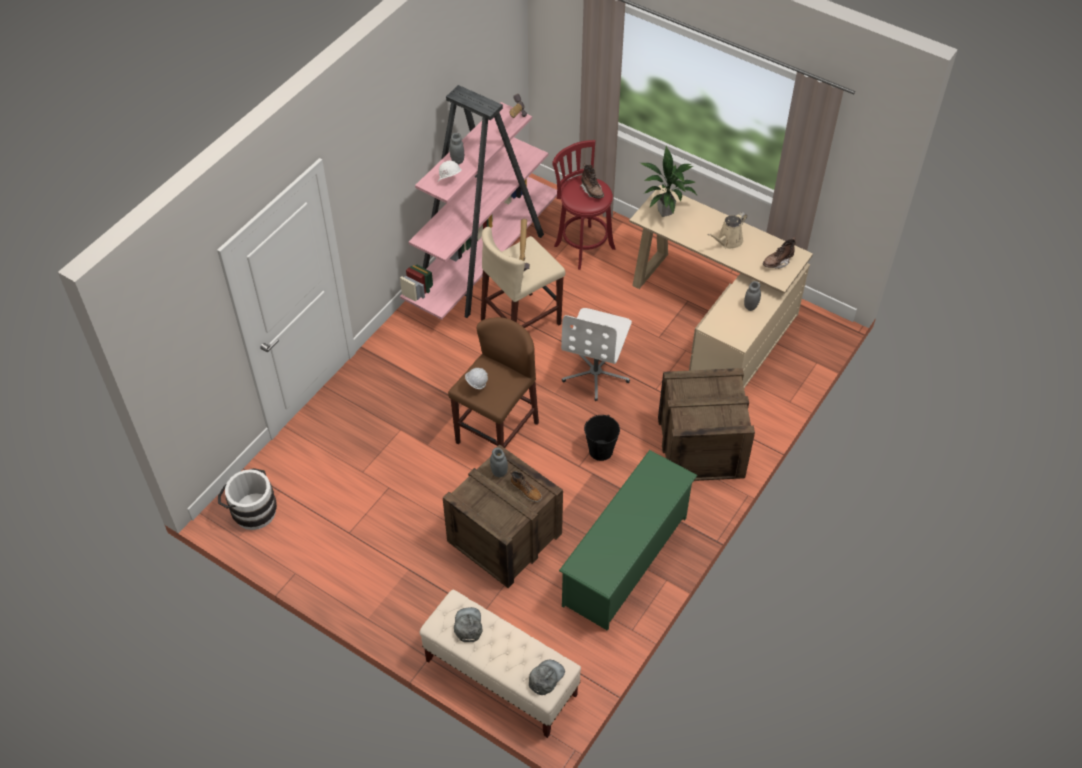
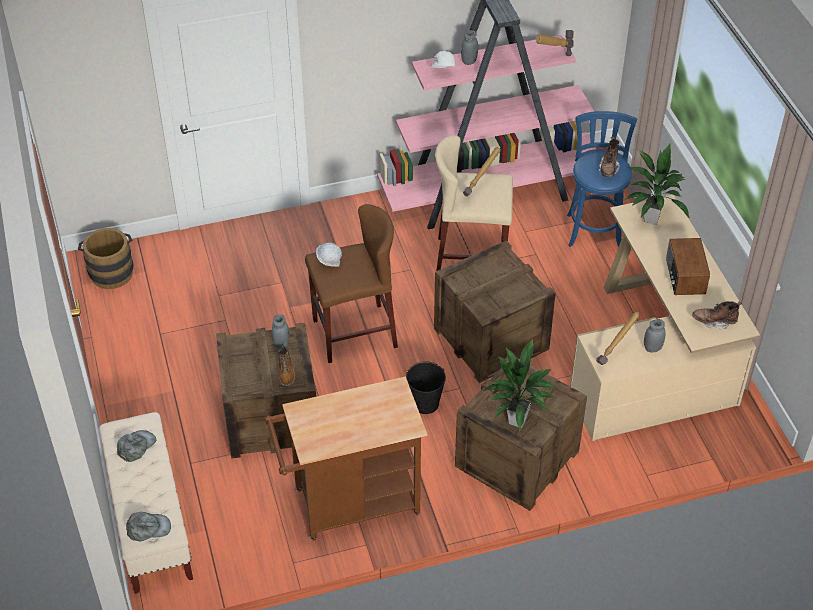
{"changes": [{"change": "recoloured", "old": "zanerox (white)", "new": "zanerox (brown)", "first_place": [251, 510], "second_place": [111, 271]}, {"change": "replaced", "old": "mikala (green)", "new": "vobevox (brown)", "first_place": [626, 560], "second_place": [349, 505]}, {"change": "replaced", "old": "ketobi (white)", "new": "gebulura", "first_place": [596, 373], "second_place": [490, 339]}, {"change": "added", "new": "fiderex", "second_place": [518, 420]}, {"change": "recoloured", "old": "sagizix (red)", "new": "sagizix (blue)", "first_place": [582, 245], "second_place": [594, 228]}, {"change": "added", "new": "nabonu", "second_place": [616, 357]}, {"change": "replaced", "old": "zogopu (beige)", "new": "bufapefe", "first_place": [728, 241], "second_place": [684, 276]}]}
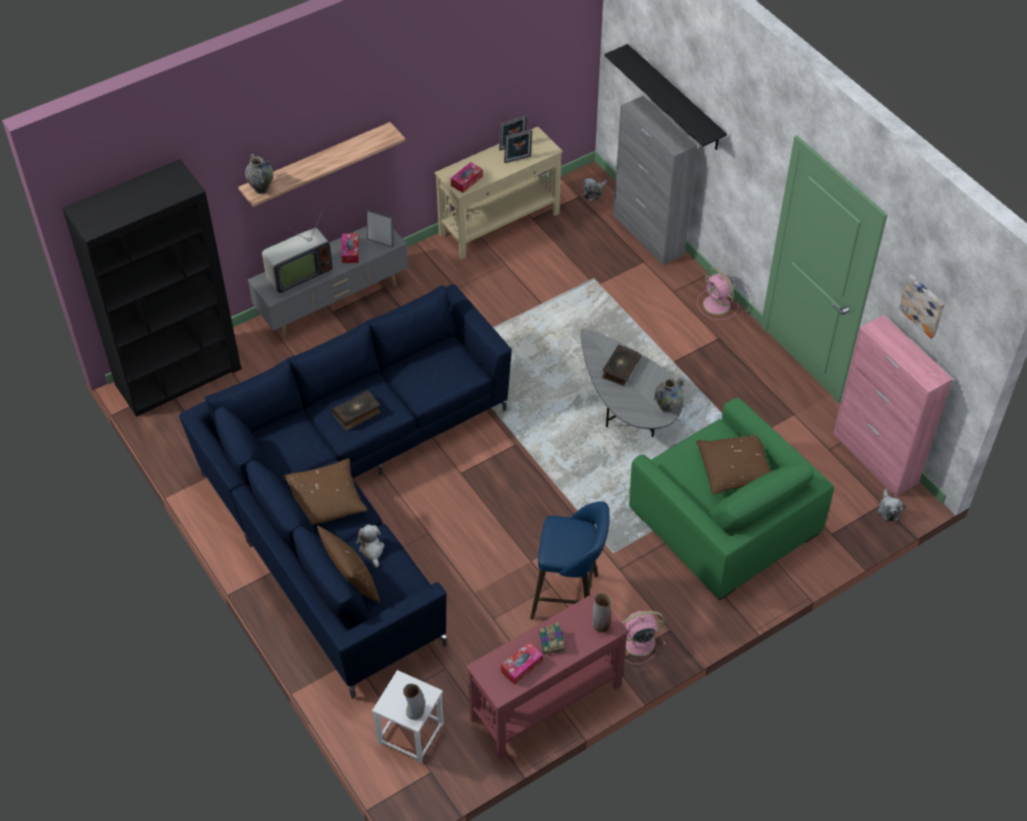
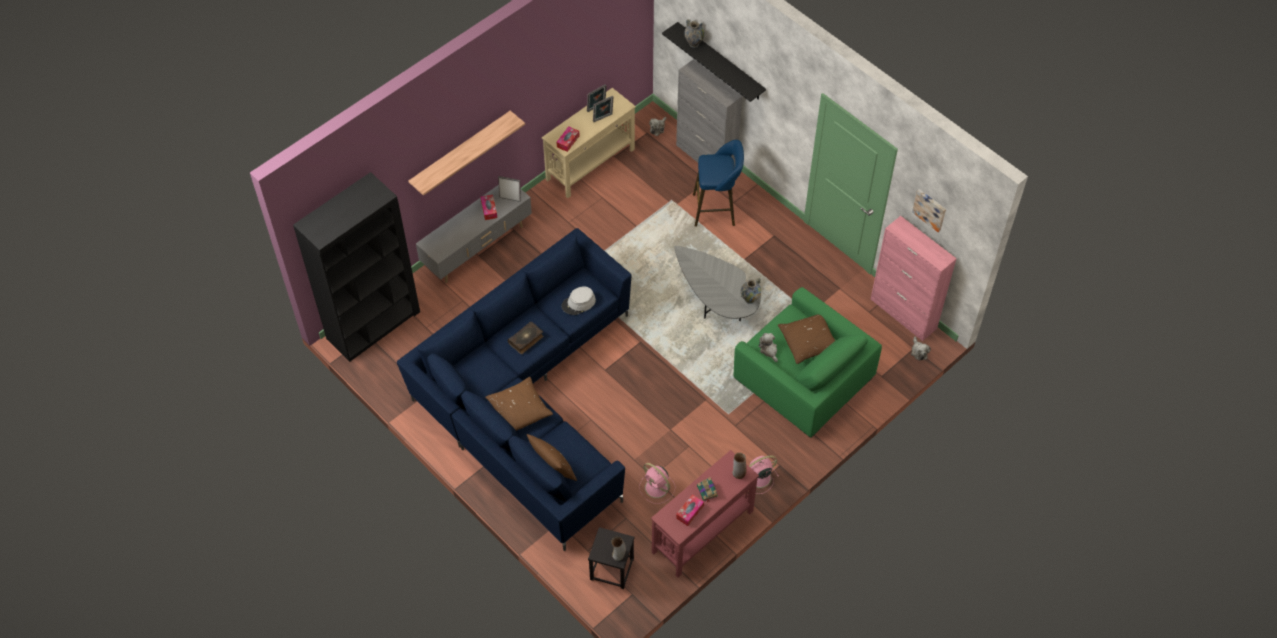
{"changes": [{"change": "added", "new": "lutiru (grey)", "second_place": [578, 303]}, {"change": "recoloured", "old": "sagizix (white)", "new": "sagizix (black)", "first_place": [410, 734], "second_place": [611, 569]}, {"change": "moved", "old": "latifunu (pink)", "first_place": [717, 305], "second_place": [657, 488]}, {"change": "moved", "old": "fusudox", "first_place": [261, 189], "second_place": [694, 44]}, {"change": "moved", "old": "sagizix (blue)", "first_place": [569, 597], "second_place": [717, 209]}, {"change": "moved", "old": "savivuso", "first_place": [372, 550], "second_place": [769, 350]}, {"change": "removed", "old": "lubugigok", "first_place": [297, 274]}, {"change": "removed", "old": "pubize", "first_place": [620, 369]}]}
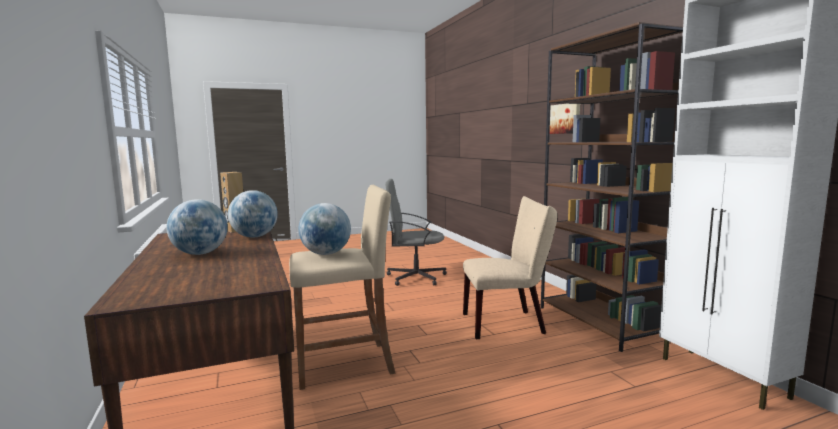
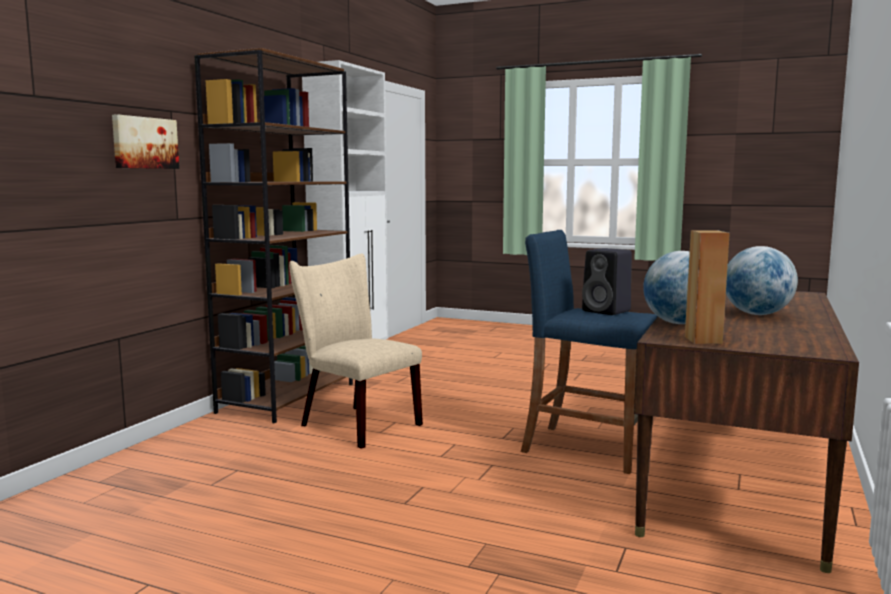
{"changes": [{"change": "recoloured", "old": "sagizix (beige)", "new": "sagizix (blue)", "first_place": [344, 365], "second_place": [587, 449]}, {"change": "replaced", "old": "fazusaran", "new": "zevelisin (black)", "first_place": [326, 254], "second_place": [607, 311]}, {"change": "removed", "old": "ketobi (grey)", "first_place": [415, 277]}]}
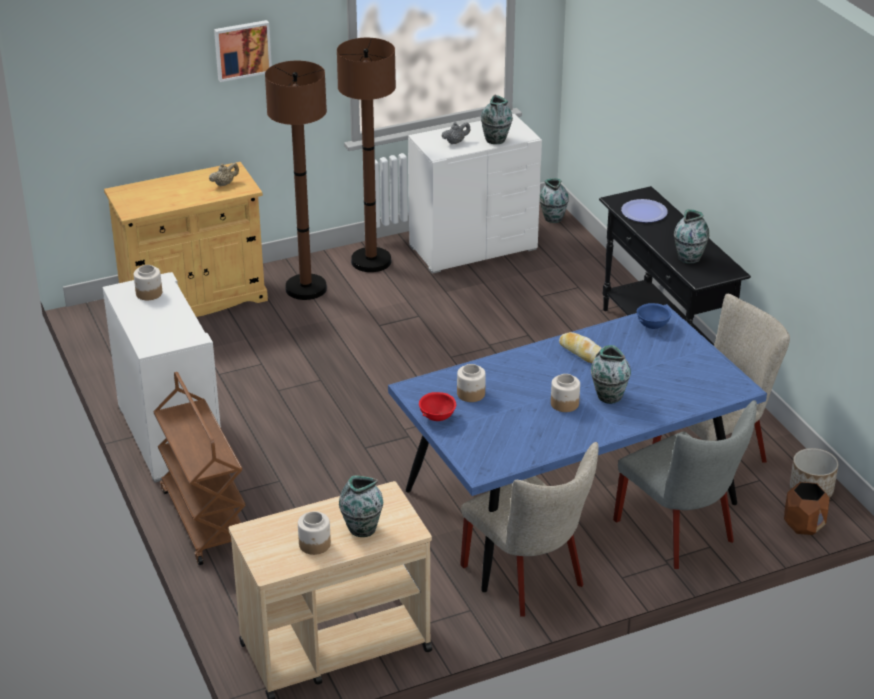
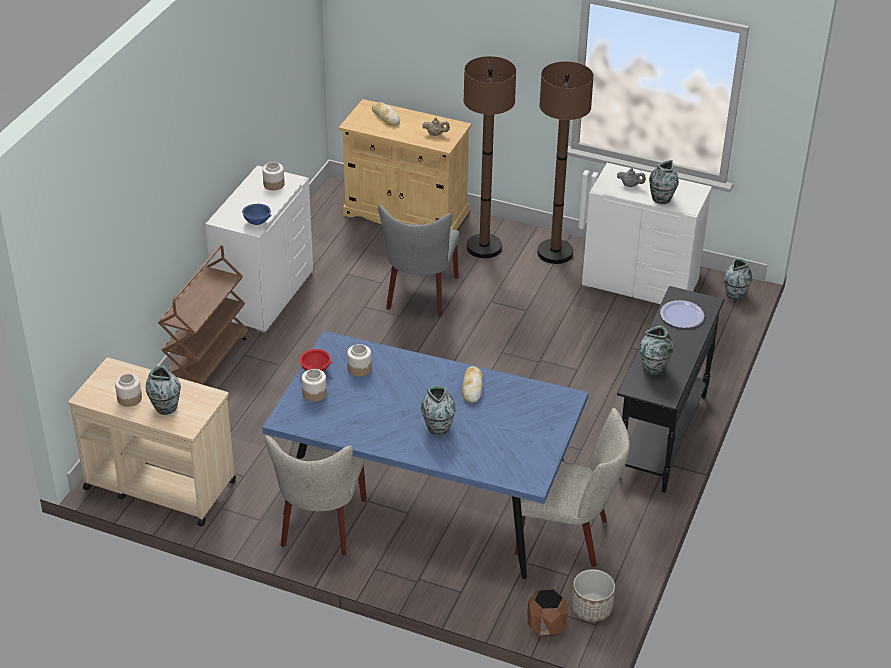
{"changes": [{"change": "moved", "old": "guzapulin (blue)", "first_place": [652, 326], "second_place": [257, 222]}, {"change": "moved", "old": "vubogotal", "first_place": [564, 404], "second_place": [314, 393]}, {"change": "added", "new": "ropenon", "second_place": [385, 117]}, {"change": "moved", "old": "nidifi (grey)", "first_place": [680, 533], "second_place": [420, 296]}, {"change": "removed", "old": "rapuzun", "first_place": [242, 49]}]}
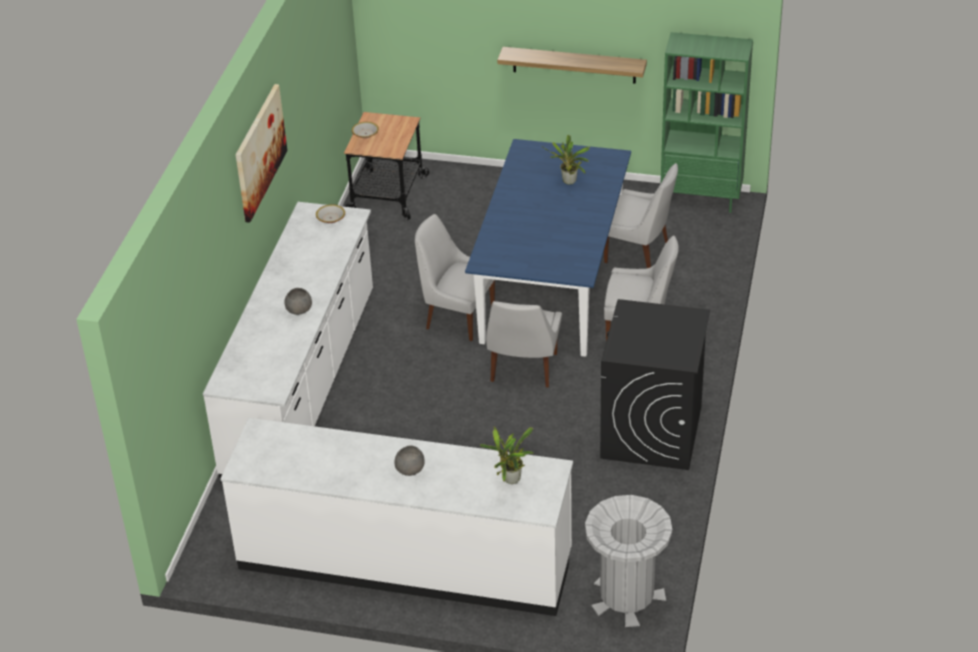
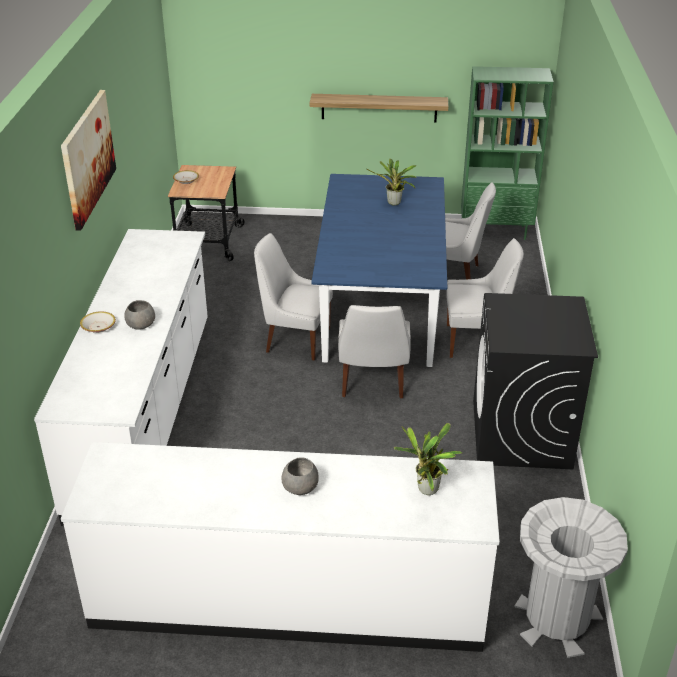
{"changes": [{"change": "moved", "old": "guzapulin", "first_place": [330, 218], "second_place": [98, 327]}]}
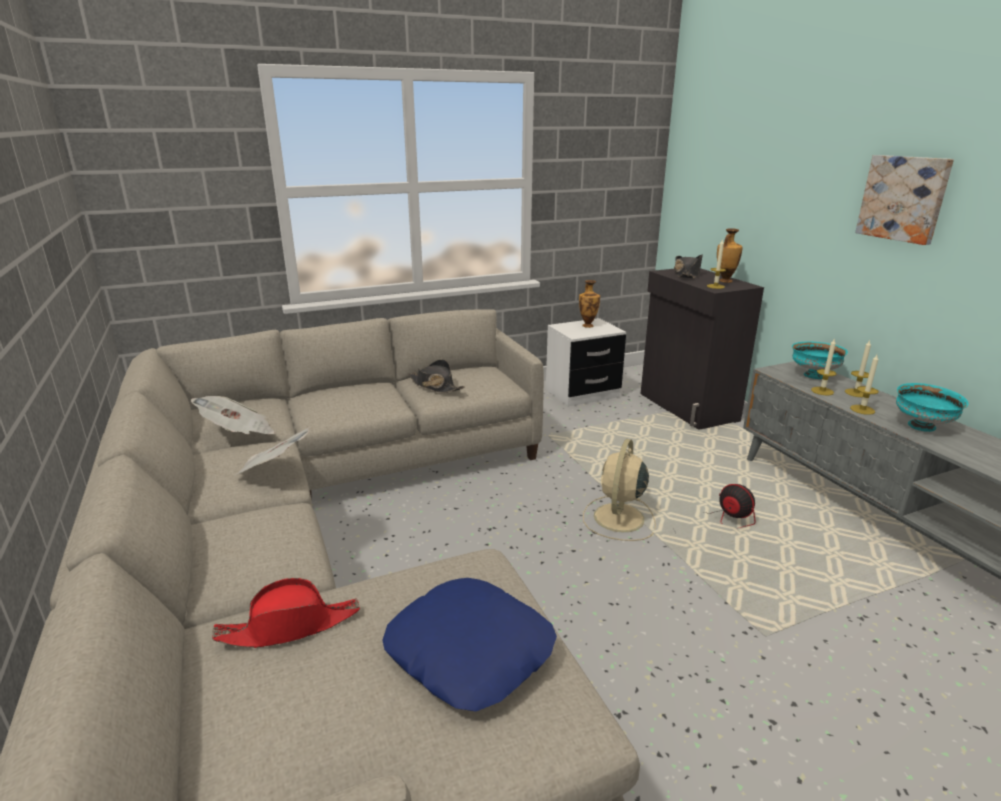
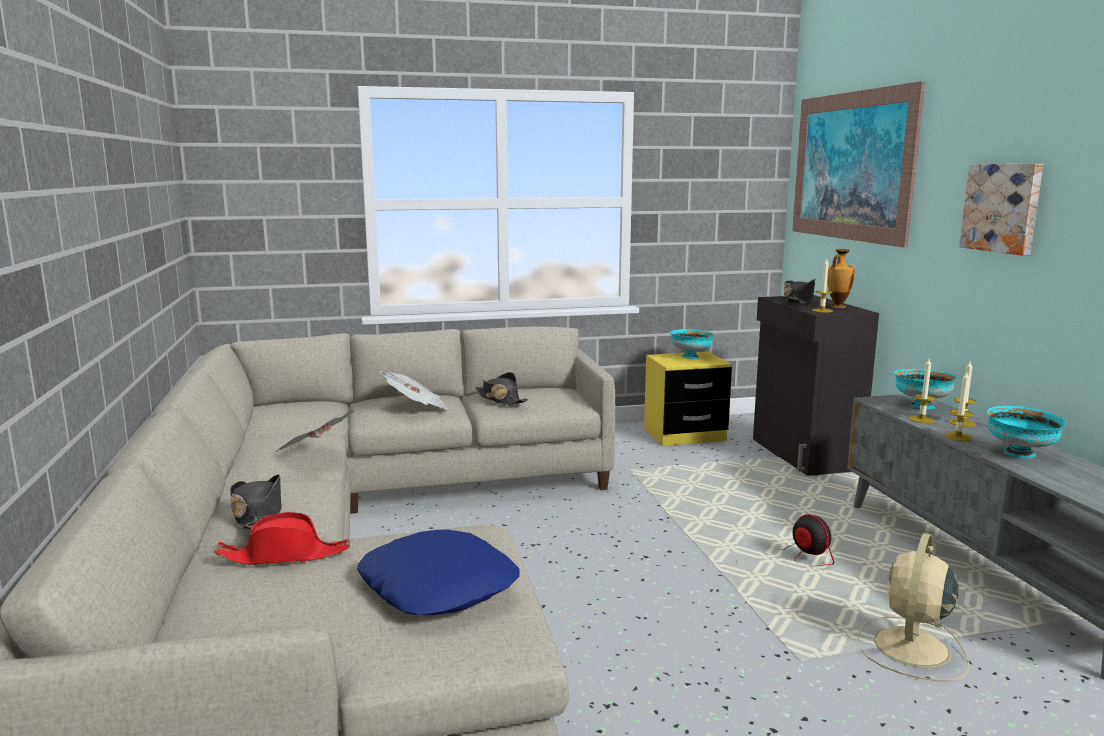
{"changes": [{"change": "added", "new": "lutiru (black)", "second_place": [258, 514]}, {"change": "moved", "old": "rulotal", "first_place": [238, 433], "second_place": [416, 407]}, {"change": "recoloured", "old": "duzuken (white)", "new": "duzuken (yellow)", "first_place": [582, 393], "second_place": [684, 435]}, {"change": "replaced", "old": "fusudox", "new": "guzapulin (turquoise)", "first_place": [587, 325], "second_place": [691, 357]}, {"change": "added", "new": "rapuzun", "second_place": [851, 166]}, {"change": "moved", "old": "latifunu (beige)", "first_place": [618, 519], "second_place": [911, 649]}]}
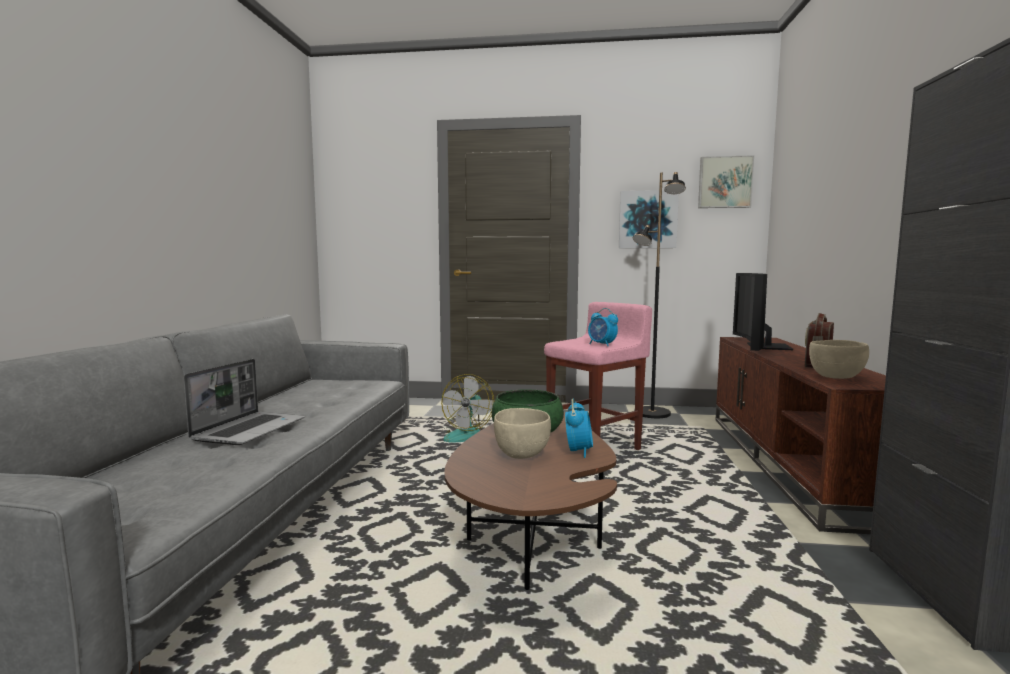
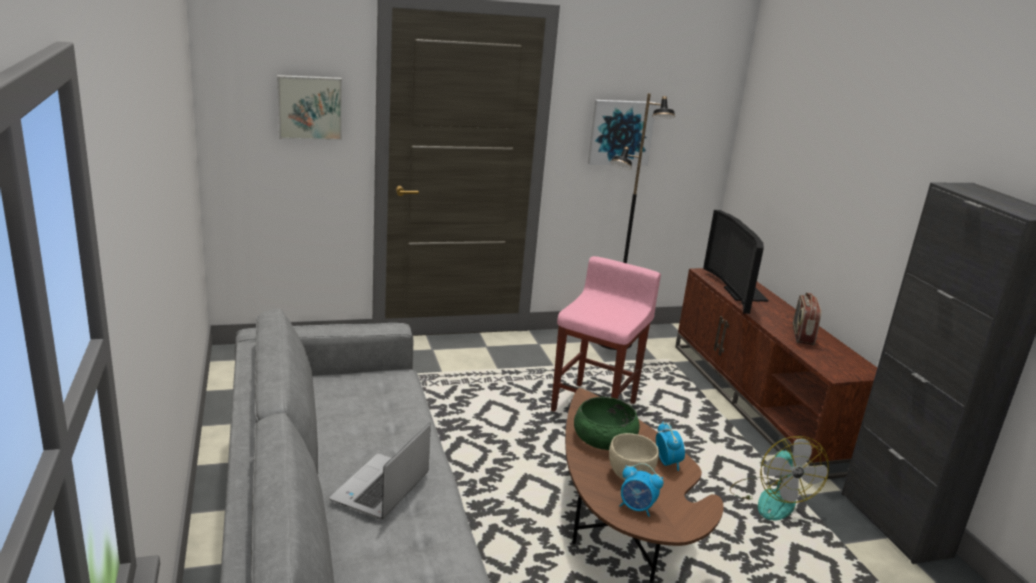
{"changes": [{"change": "moved", "old": "rapuzun", "first_place": [724, 182], "second_place": [310, 107]}, {"change": "turned", "old": "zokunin", "first_place": [250, 429], "second_place": [381, 489], "degrees": -150}, {"change": "moved", "old": "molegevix", "first_place": [602, 344], "second_place": [636, 508]}, {"change": "moved", "old": "latifunu", "first_place": [466, 435], "second_place": [770, 499]}, {"change": "removed", "old": "guzapulin (beige)", "first_place": [836, 377]}]}
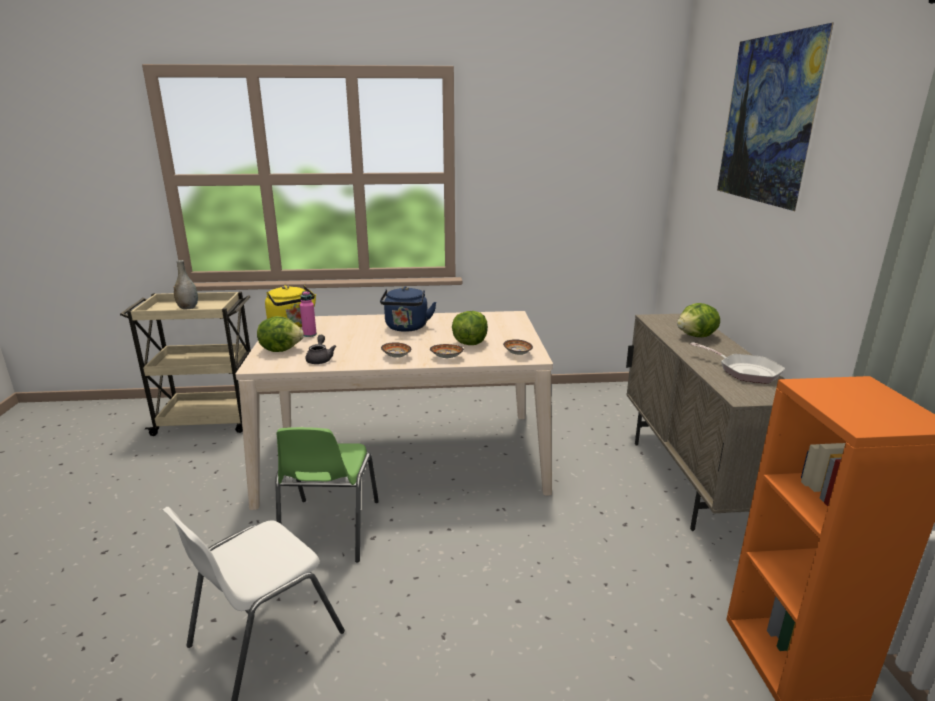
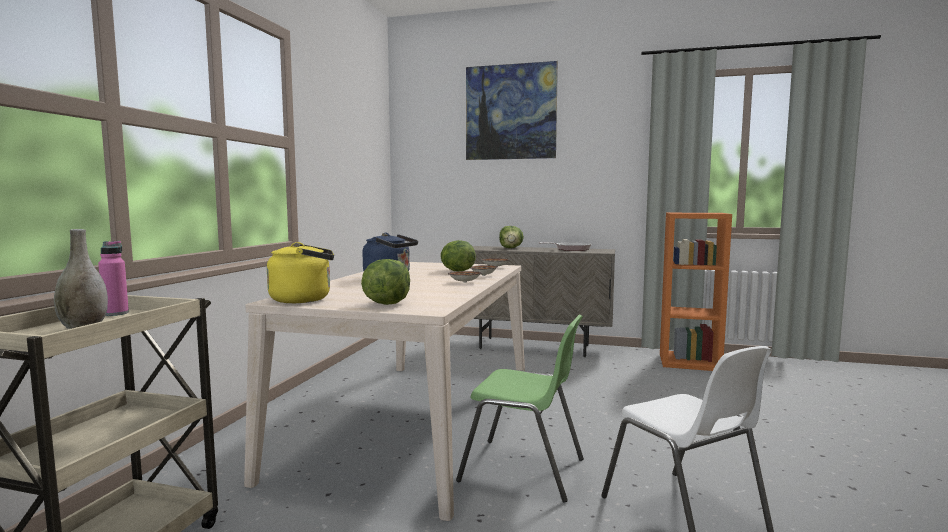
{"changes": [{"change": "moved", "old": "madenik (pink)", "first_place": [309, 334], "second_place": [116, 313]}, {"change": "removed", "old": "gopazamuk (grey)", "first_place": [320, 359]}]}
